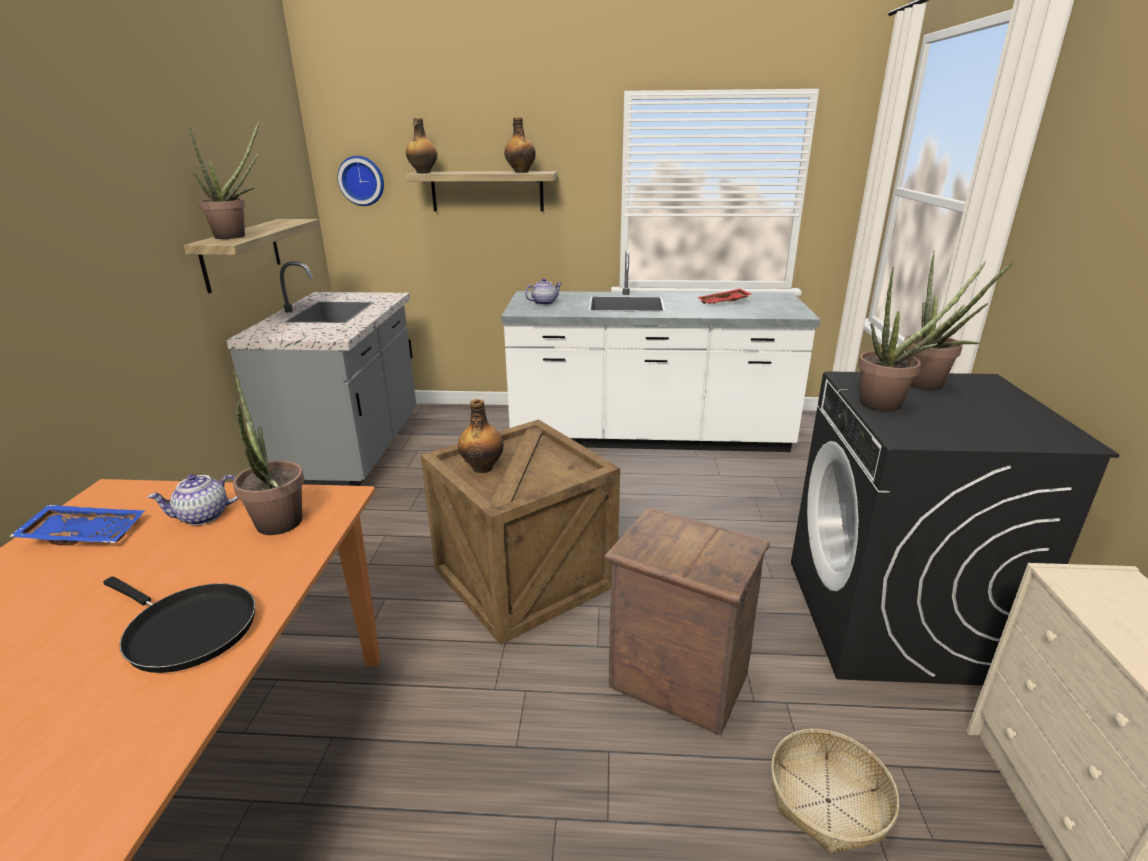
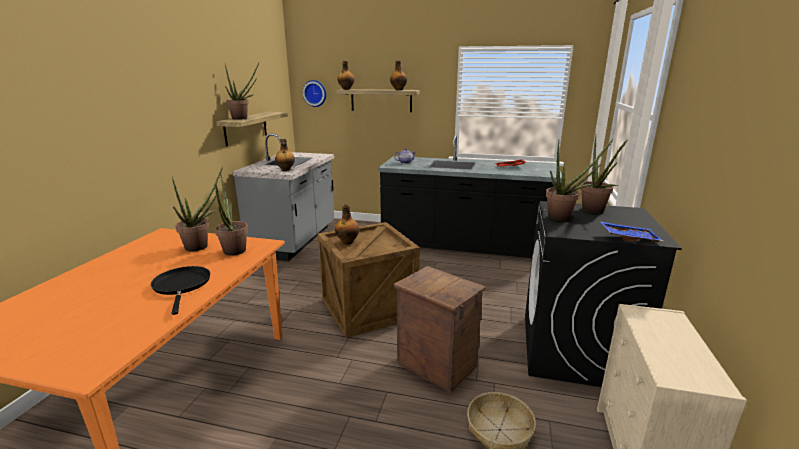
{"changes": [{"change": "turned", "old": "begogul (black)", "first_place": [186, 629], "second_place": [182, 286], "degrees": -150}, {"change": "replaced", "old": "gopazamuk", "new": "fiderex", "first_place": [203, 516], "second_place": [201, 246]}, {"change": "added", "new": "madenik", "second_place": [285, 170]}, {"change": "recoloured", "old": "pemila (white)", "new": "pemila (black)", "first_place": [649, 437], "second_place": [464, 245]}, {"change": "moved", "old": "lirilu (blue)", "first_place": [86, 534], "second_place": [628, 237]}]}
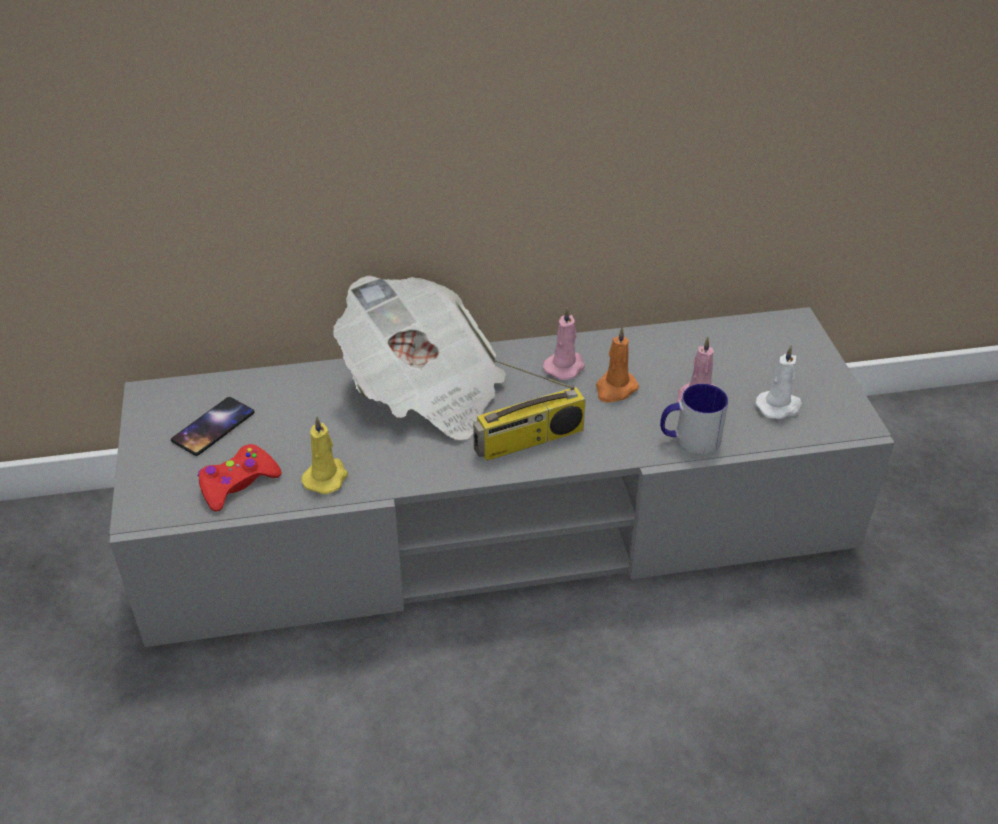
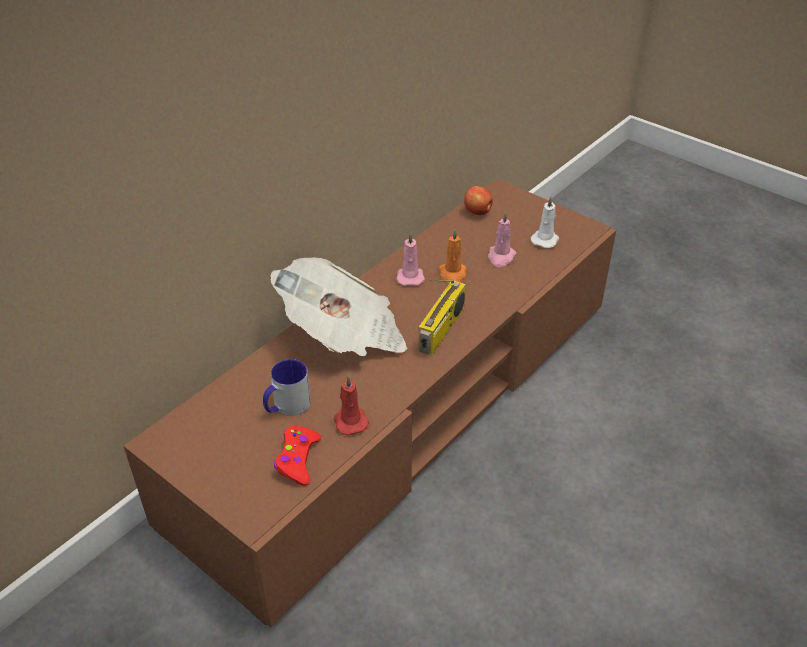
{"changes": [{"change": "recoloured", "old": "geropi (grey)", "new": "geropi (brown)", "first_place": [499, 523], "second_place": [403, 406]}, {"change": "moved", "old": "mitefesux", "first_place": [689, 439], "second_place": [286, 406]}, {"change": "recoloured", "old": "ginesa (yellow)", "new": "ginesa (red)", "first_place": [326, 477], "second_place": [350, 421]}, {"change": "added", "new": "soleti", "second_place": [478, 212]}, {"change": "removed", "old": "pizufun", "first_place": [213, 427]}]}
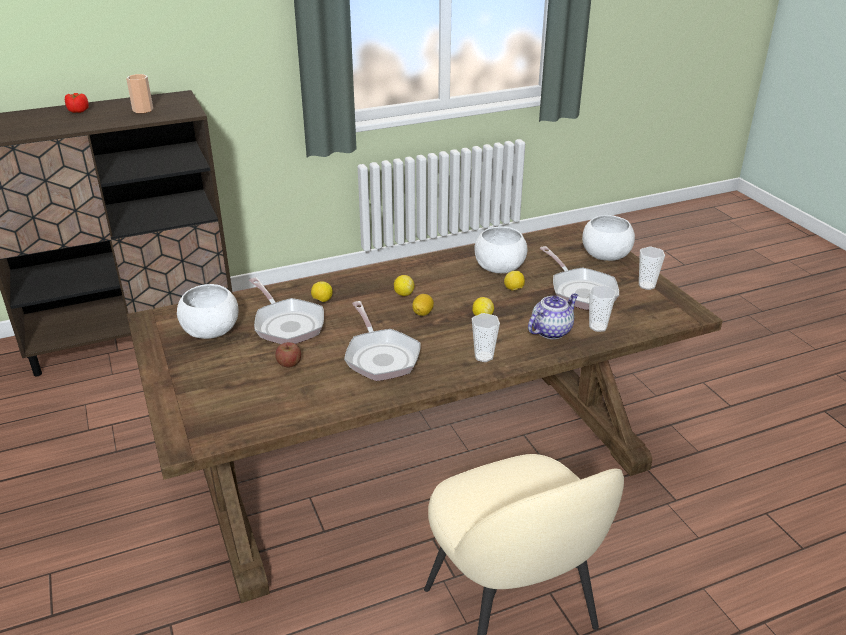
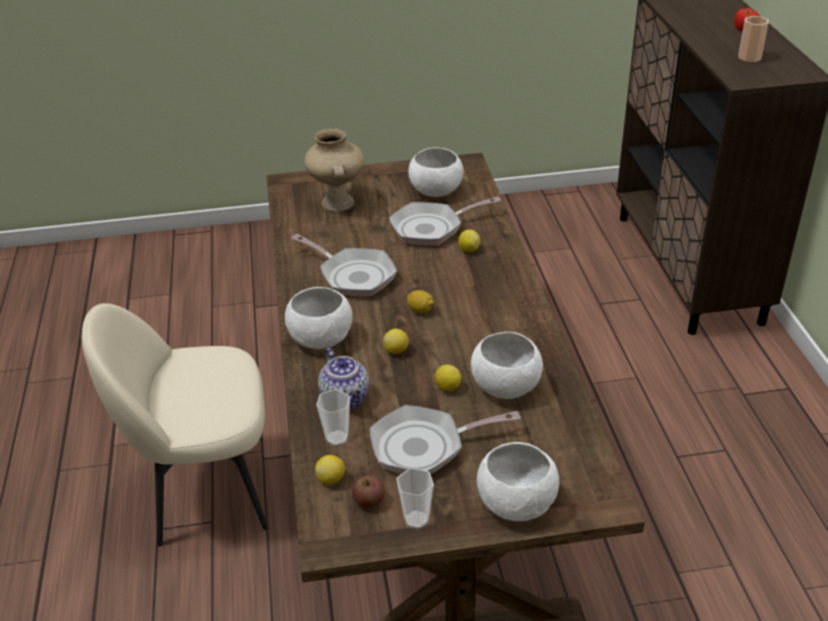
{"changes": [{"change": "replaced", "old": "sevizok", "new": "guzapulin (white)", "first_place": [483, 357], "second_place": [321, 338]}, {"change": "turned", "old": "begogul", "first_place": [380, 356], "second_place": [353, 275], "degrees": -135}, {"change": "added", "new": "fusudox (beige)", "second_place": [337, 202]}, {"change": "moved", "old": "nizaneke", "first_place": [403, 294], "second_place": [331, 479]}, {"change": "moved", "old": "soleti", "first_place": [289, 363], "second_place": [369, 501]}]}
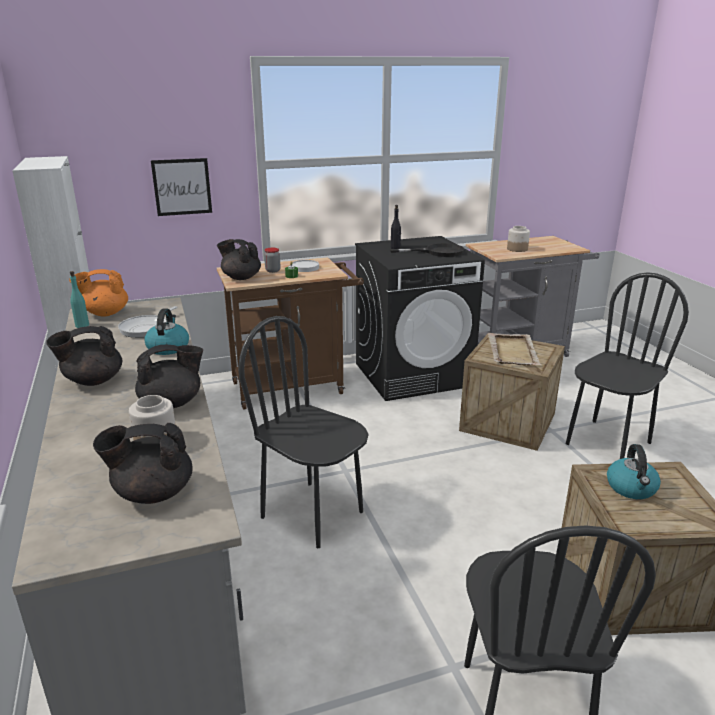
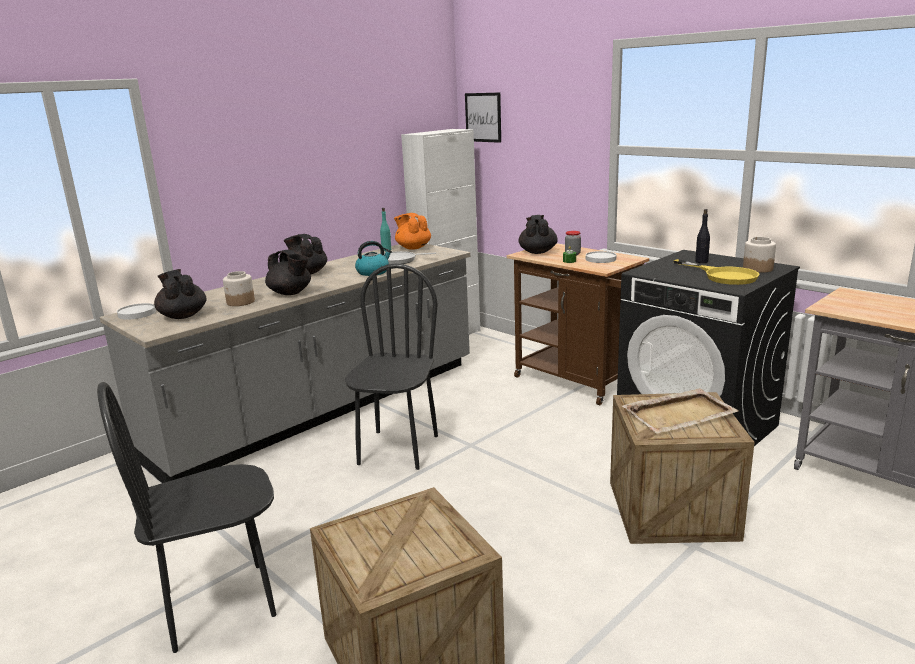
{"changes": [{"change": "added", "new": "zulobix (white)", "second_place": [136, 313]}, {"change": "moved", "old": "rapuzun", "first_place": [182, 187], "second_place": [483, 117]}, {"change": "recoloured", "old": "begogul (black)", "new": "begogul (yellow)", "first_place": [437, 252], "second_place": [723, 276]}, {"change": "moved", "old": "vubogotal", "first_place": [517, 249], "second_place": [757, 269]}, {"change": "removed", "old": "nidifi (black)", "first_place": [607, 443]}, {"change": "removed", "old": "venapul", "first_place": [631, 488]}]}
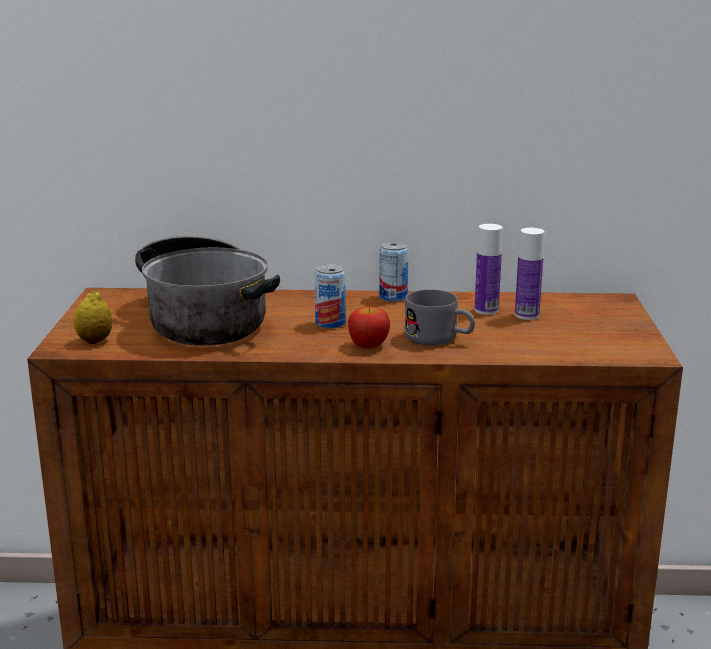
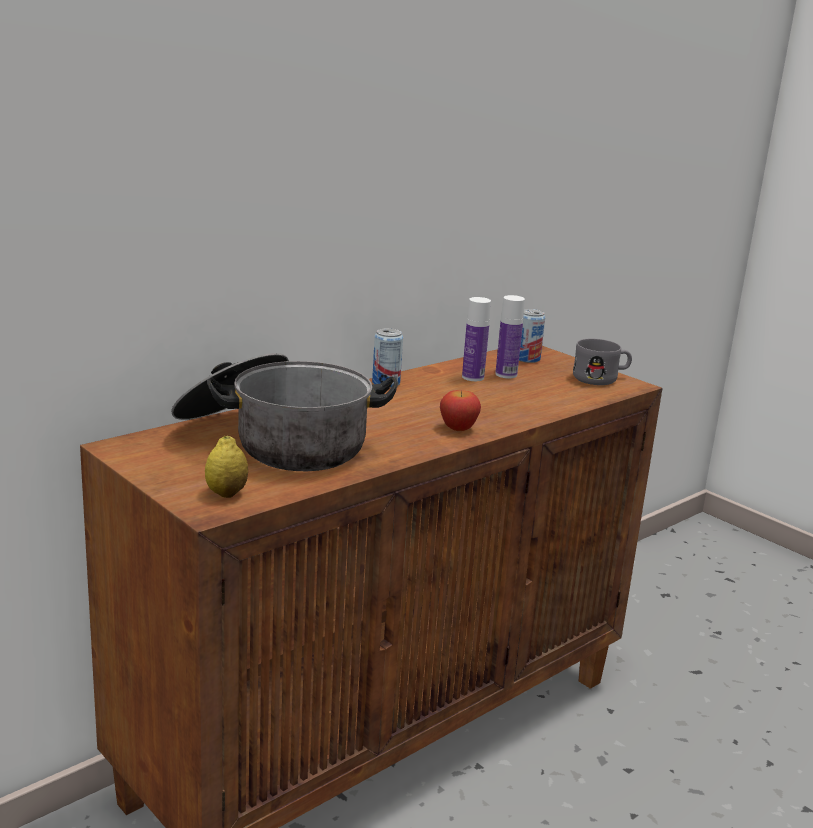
{"changes": [{"change": "moved", "old": "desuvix", "first_place": [330, 323], "second_place": [527, 359]}, {"change": "moved", "old": "mitefesux (grey)", "first_place": [439, 339], "second_place": [601, 378]}]}
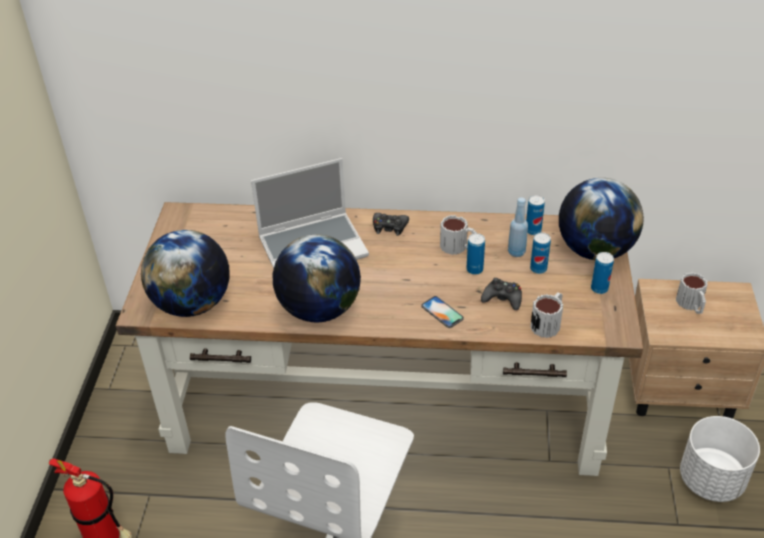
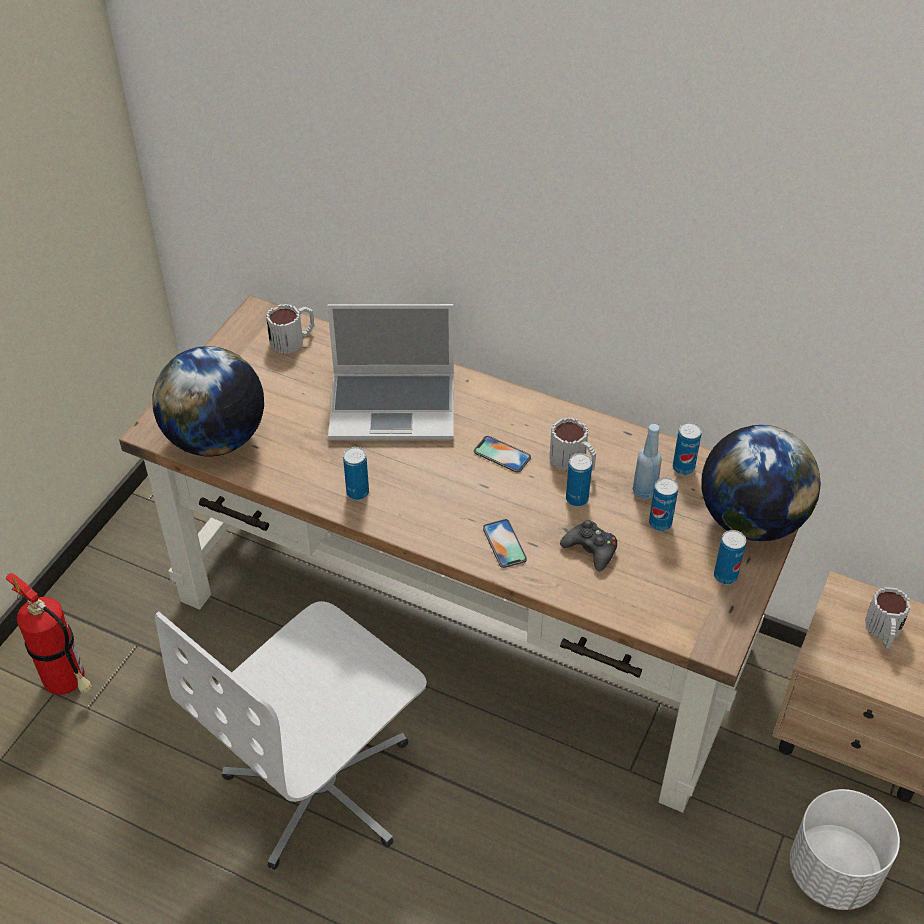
{"changes": [{"change": "moved", "old": "mitefesux", "first_place": [548, 323], "second_place": [293, 340]}, {"change": "replaced", "old": "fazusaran", "new": "desuvix", "first_place": [319, 309], "second_place": [357, 492]}, {"change": "added", "new": "pizufun", "second_place": [502, 454]}, {"change": "removed", "old": "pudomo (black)", "first_place": [389, 227]}]}
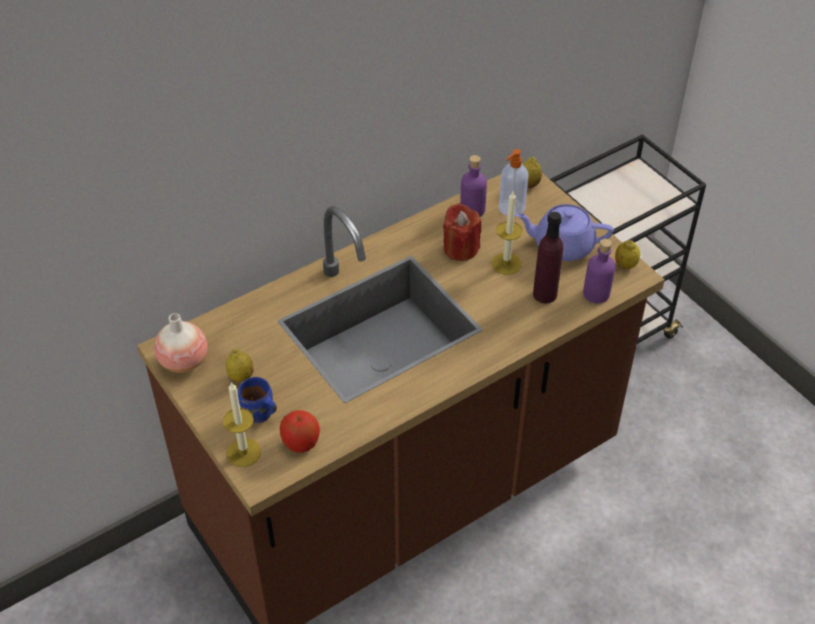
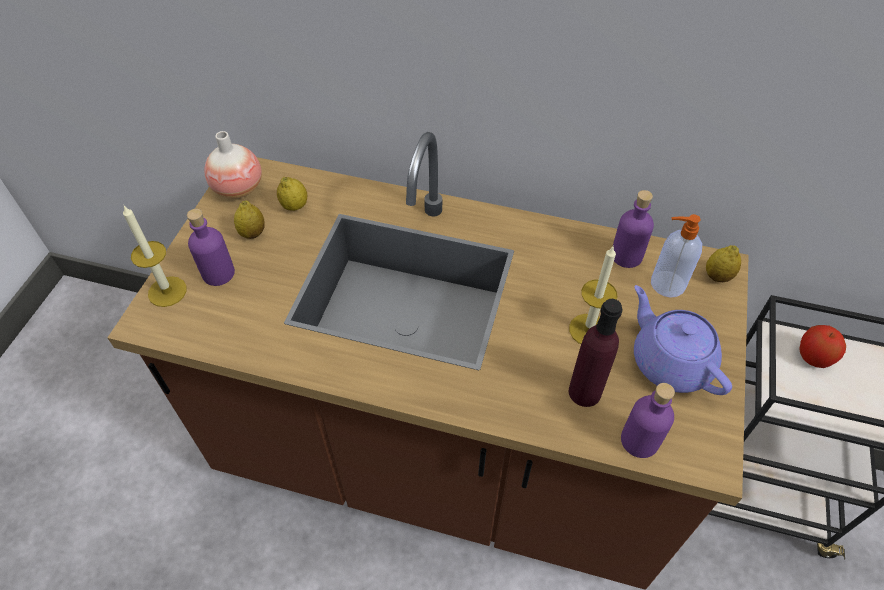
{"changes": [{"change": "replaced", "old": "mitefesux (blue)", "new": "madenik (purple)", "first_place": [259, 415], "second_place": [218, 273]}, {"change": "moved", "old": "nizaneke", "first_place": [625, 265], "second_place": [294, 206]}, {"change": "moved", "old": "soleti", "first_place": [301, 443], "second_place": [813, 357]}, {"change": "removed", "old": "ginesa (red)", "first_place": [460, 248]}]}
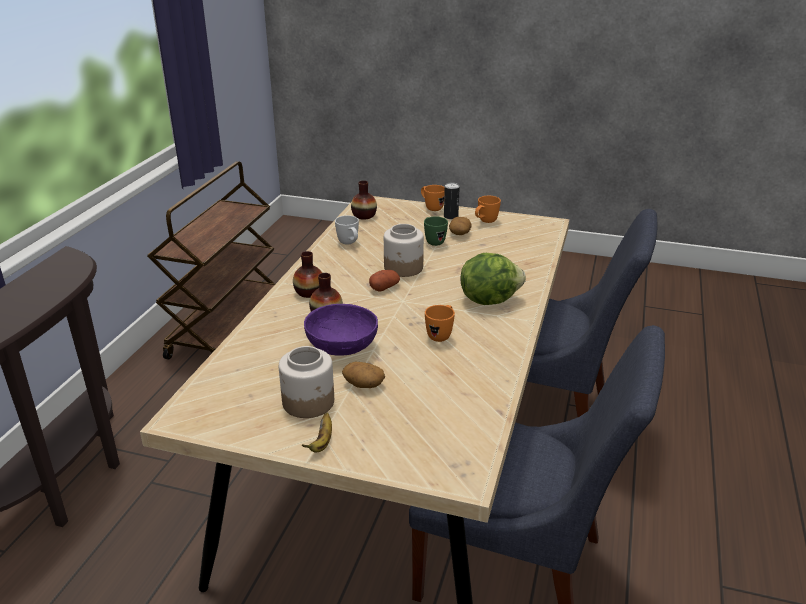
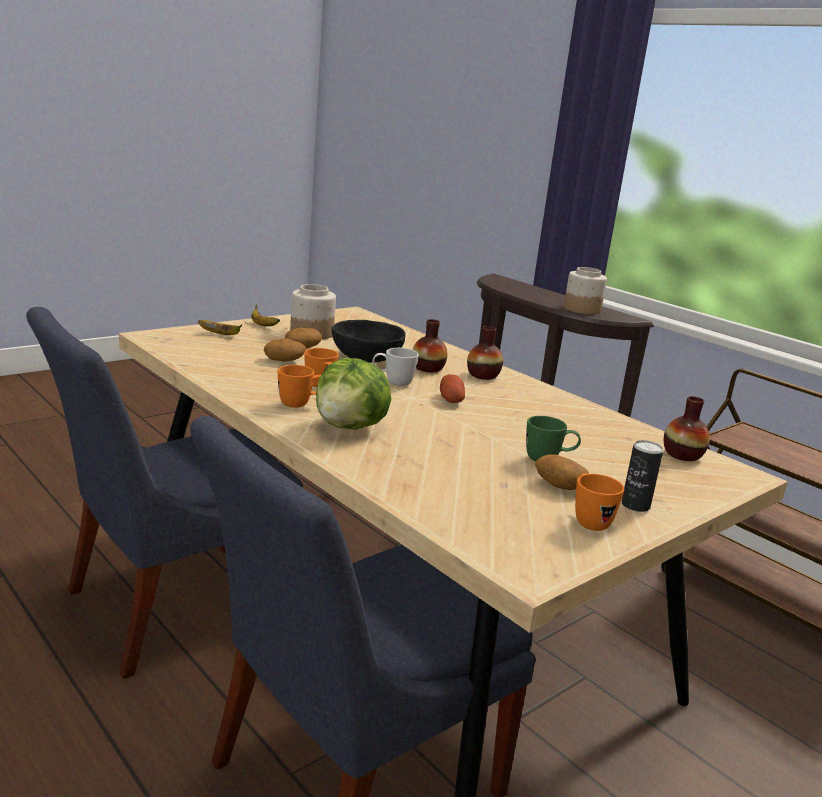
{"changes": [{"change": "added", "new": "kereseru", "second_place": [221, 334]}, {"change": "added", "new": "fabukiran", "second_place": [284, 360]}, {"change": "moved", "old": "mitefesux (orange)", "first_place": [431, 208], "second_place": [301, 405]}, {"change": "recoloured", "old": "guzapulin (purple)", "new": "guzapulin (black)", "first_place": [342, 347], "second_place": [366, 358]}, {"change": "moved", "old": "mitefesux (white)", "first_place": [349, 244], "second_place": [393, 383]}, {"change": "moved", "old": "vubogotal", "first_place": [403, 268], "second_place": [581, 309]}]}
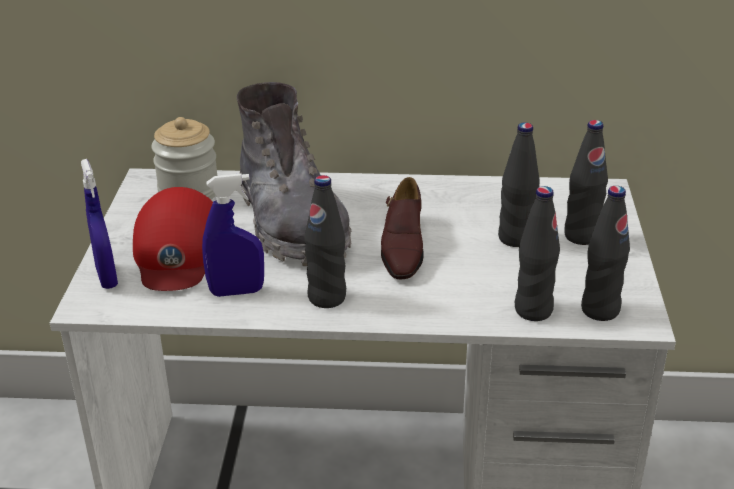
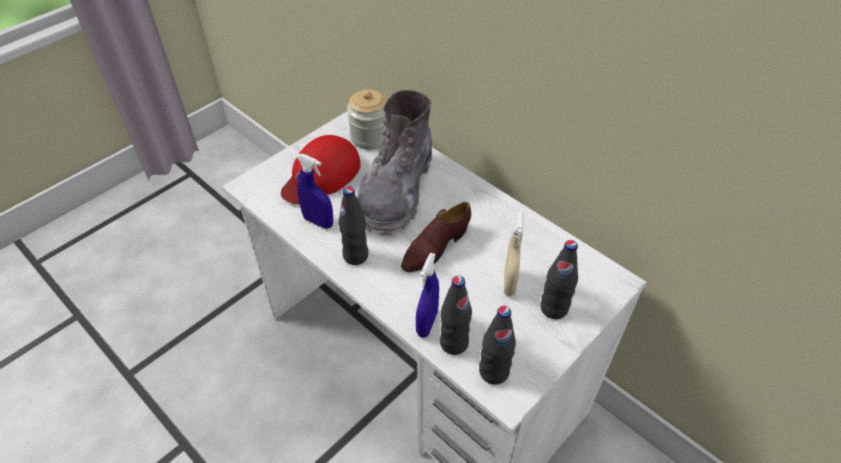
{"changes": [{"change": "moved", "old": "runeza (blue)", "first_place": [107, 277], "second_place": [427, 323]}, {"change": "replaced", "old": "madenik (black)", "new": "runeza (beige)", "first_place": [515, 238], "second_place": [509, 283]}]}
